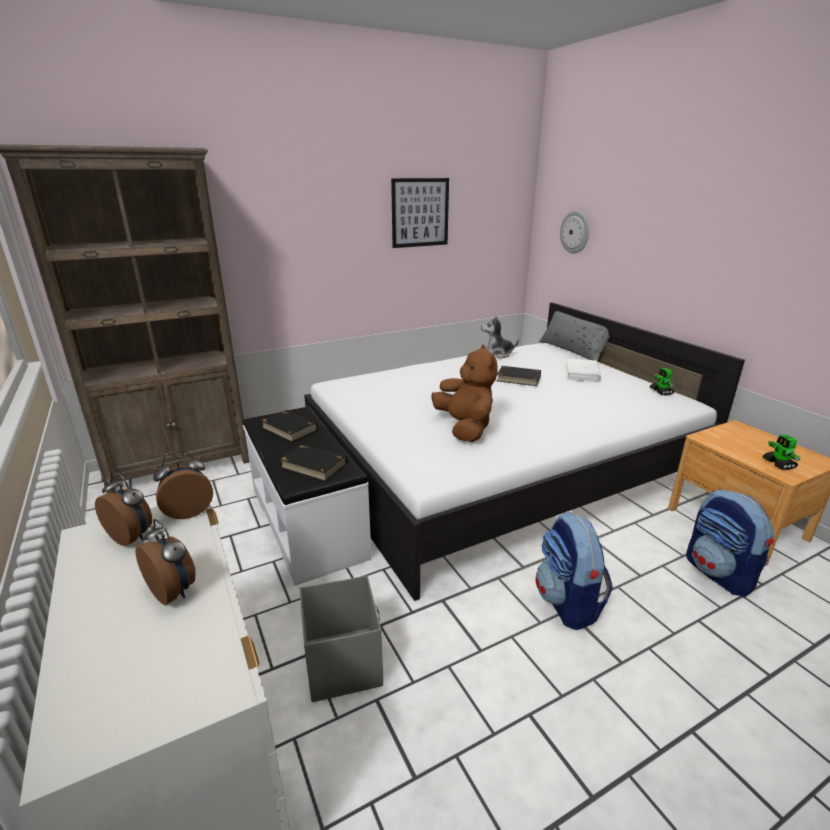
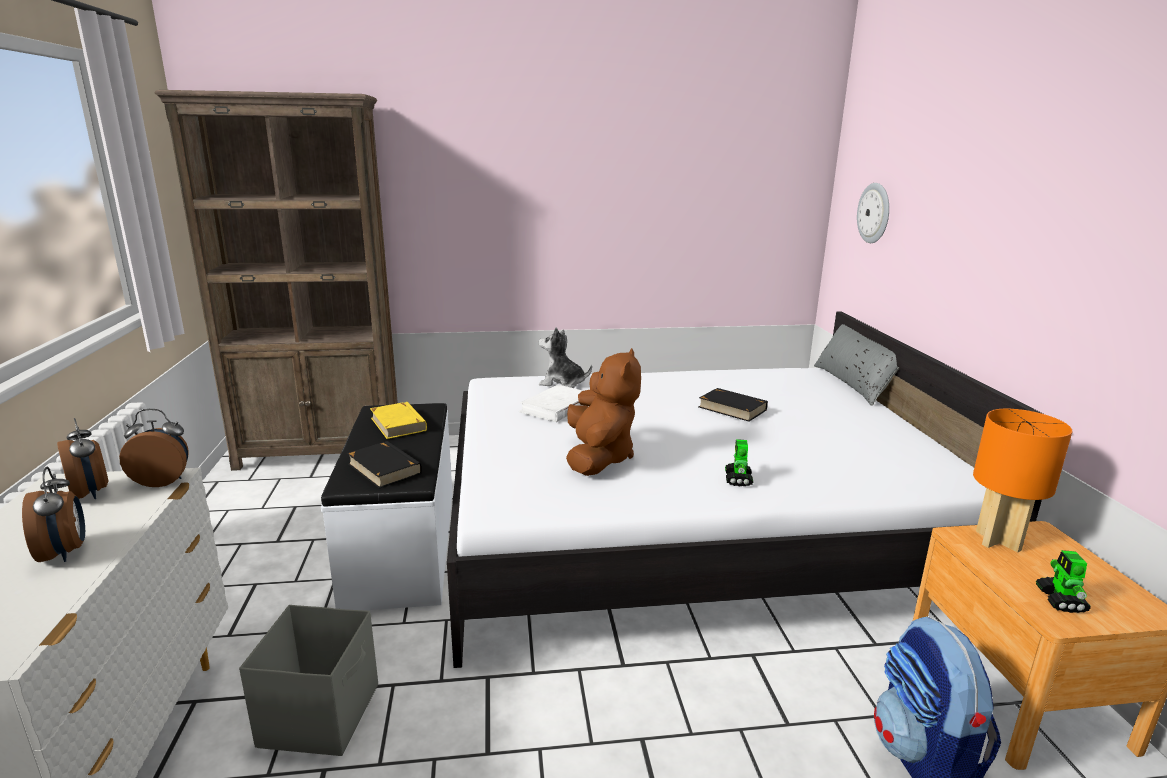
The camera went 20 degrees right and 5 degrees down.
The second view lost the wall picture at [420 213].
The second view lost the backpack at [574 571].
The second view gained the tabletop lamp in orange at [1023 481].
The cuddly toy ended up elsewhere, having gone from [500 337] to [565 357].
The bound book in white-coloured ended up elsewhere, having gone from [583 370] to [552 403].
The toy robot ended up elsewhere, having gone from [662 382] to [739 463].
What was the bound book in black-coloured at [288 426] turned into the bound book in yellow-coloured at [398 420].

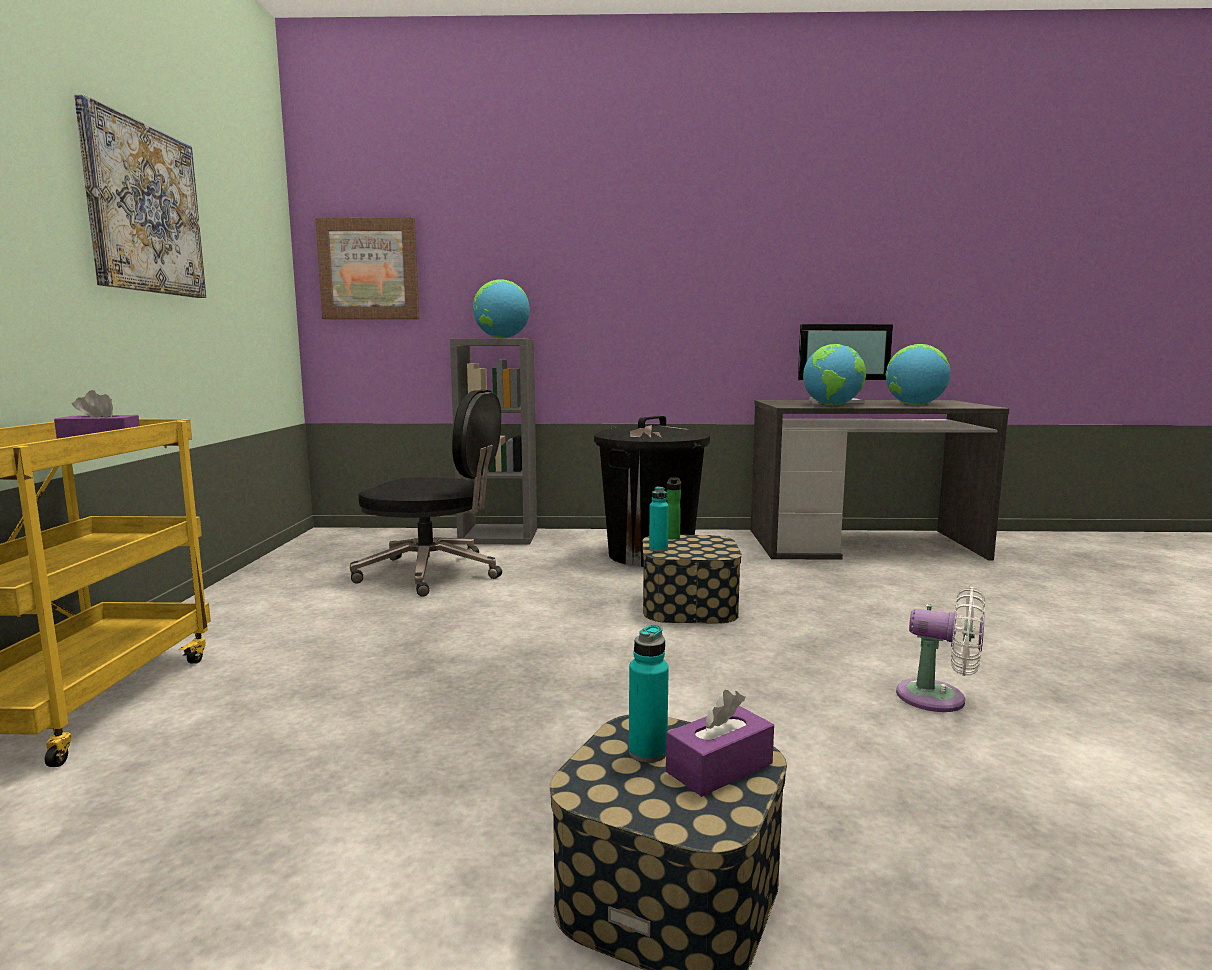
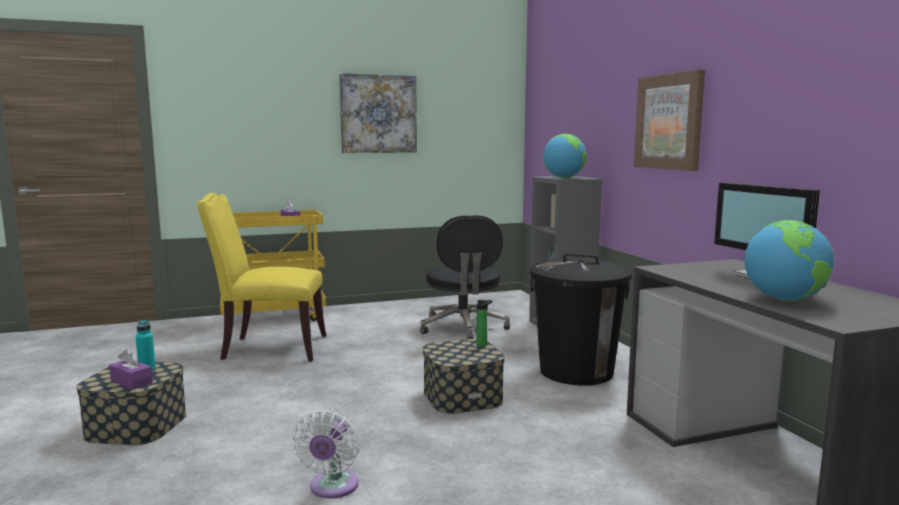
The camera went 70 degrees right and 0 degrees up.
The second view lost the bottle in turquoise at [659 519].
The second view lost the desk globe at [834 375].
The second view gained the plain chair in yellow-coloured at [261 277].
The wall picture ended up elsewhere, having gone from [367 268] to [669 120].

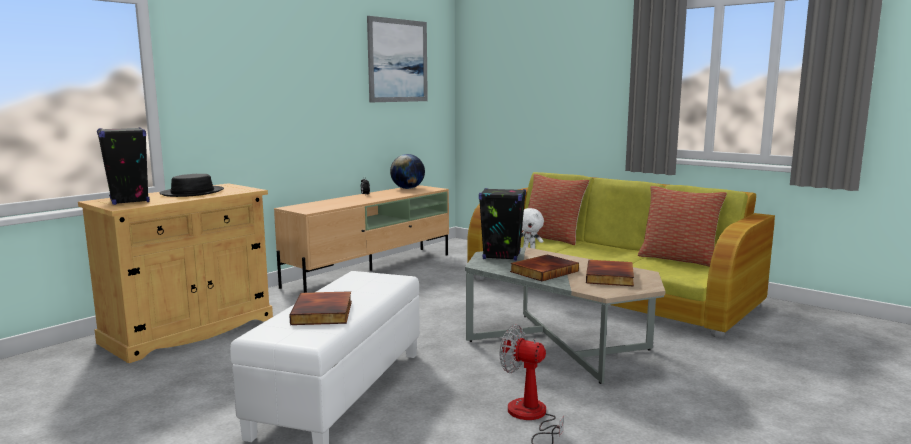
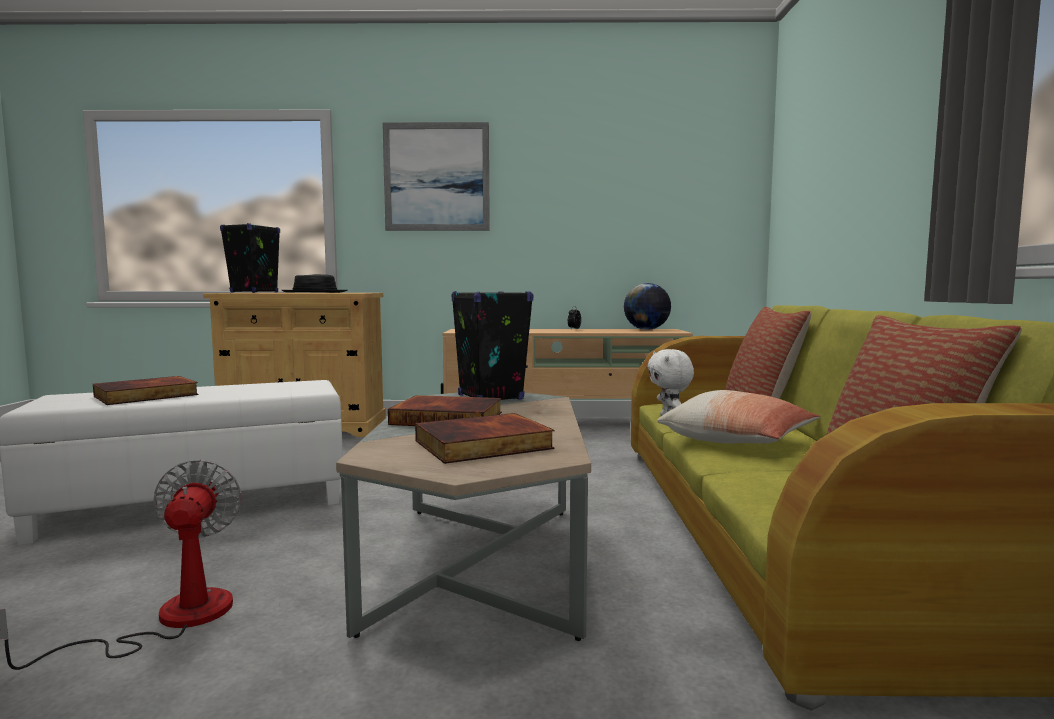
The camera went 50 degrees right and 5 degrees down.
The second view gained the cushion at [738 416].
The wall picture ended up elsewhere, having gone from [397 59] to [436 176].

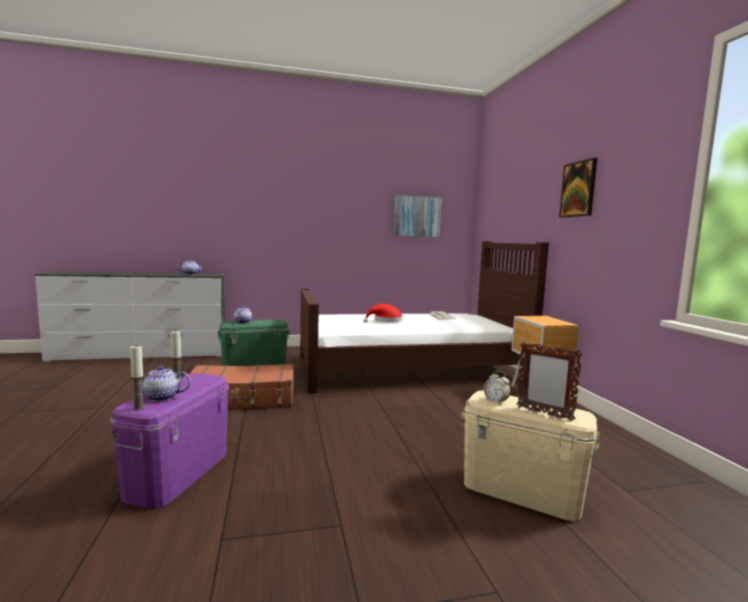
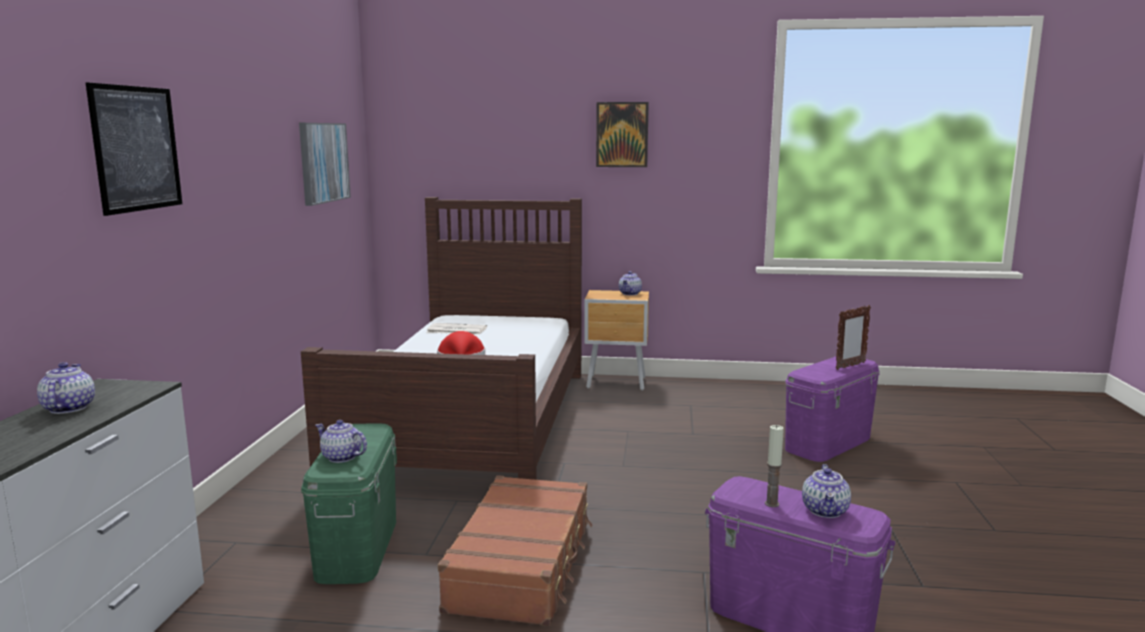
The camera went 70 degrees left and 5 degrees up.
The second view lost the wax light at [137 378].
The second view lost the bedside clock at [497 387].
The second view gained the wall picture at [134 149].
The second view gained the teapot at [630 283].
What was the storage box in sand-coloured at [530 455] turned into the storage box in purple at [832 409].

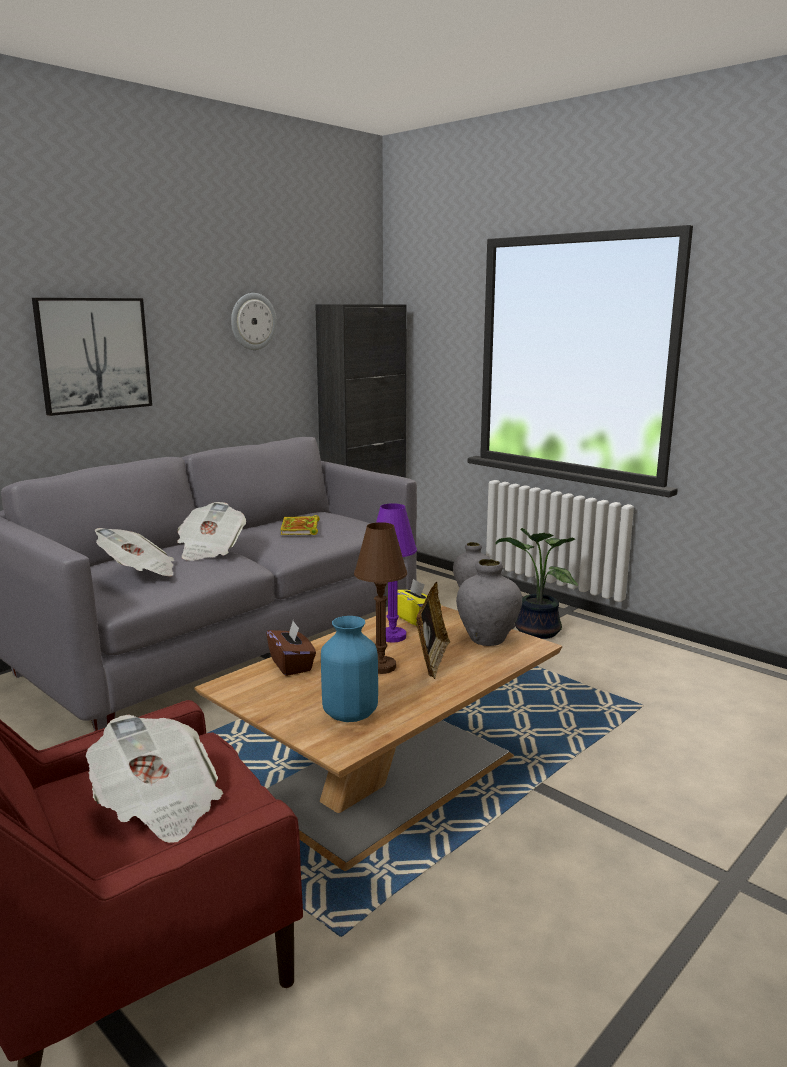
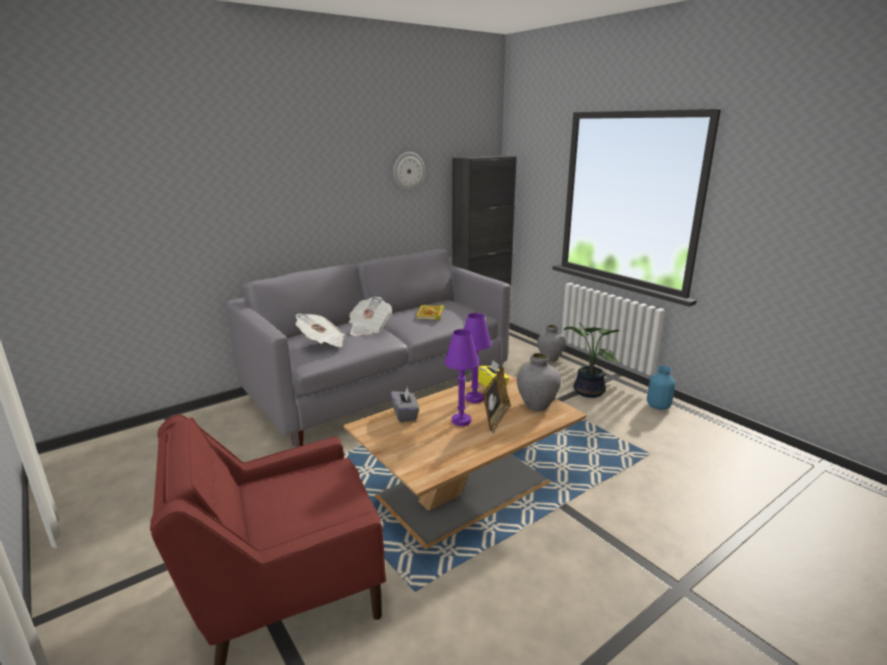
The camera went 10 degrees right and 5 degrees up.
The second view lost the wall picture at [92 357].
The second view lost the printed paper at [154 779].
The flower vase in blue ended up elsewhere, having gone from [349 669] to [661 388].
What was the tissue box in brown-coloured at [291 648] turned into the tissue box in greyish at [405 405].
What was the tabletop lamp in brown-coloured at [380 598] turned into the tabletop lamp in purple at [462 377].

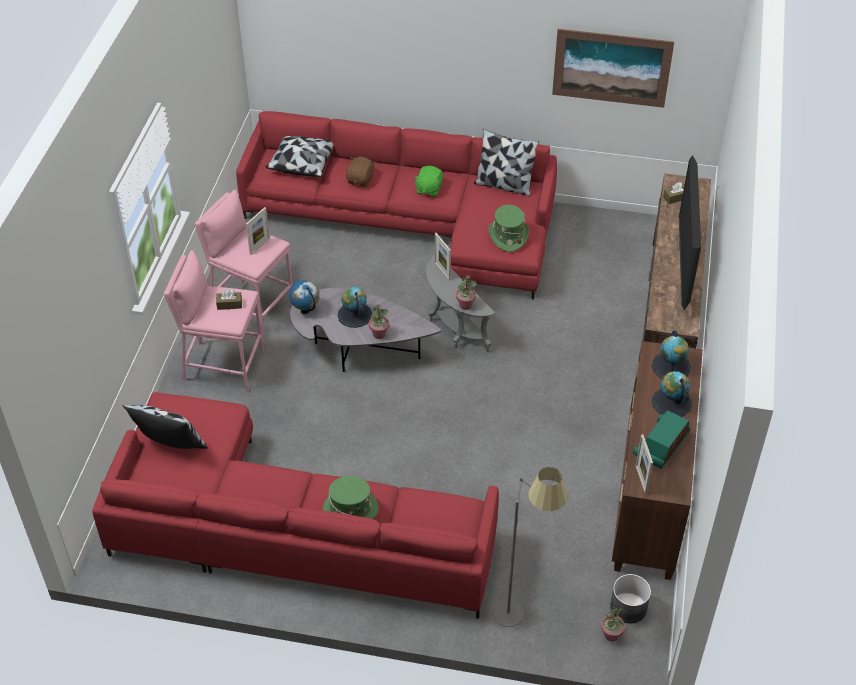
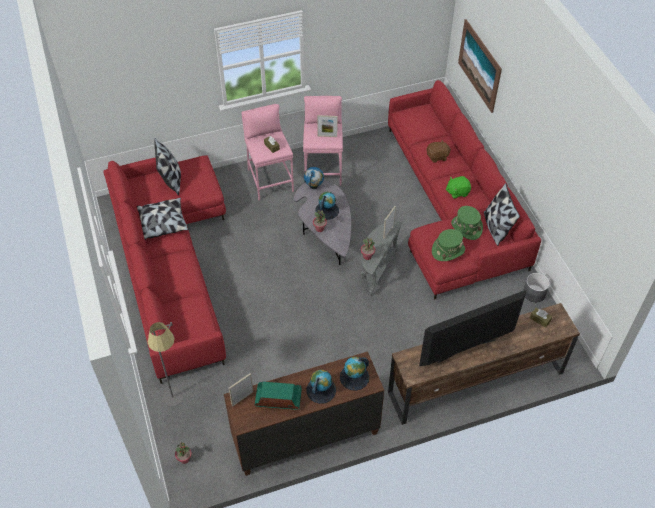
The camera went 60 degrees right and 5 degrees up.
The cushion ended up elsewhere, having gone from [299 156] to [162 219].
The wearable hat in greenish ended up elsewhere, having gone from [351 497] to [467 223].
The wall picture ended up elsewhere, having gone from [613 68] to [480 66].
The plant pot in greyish ended up elsewhere, having gone from [630 599] to [536 288].

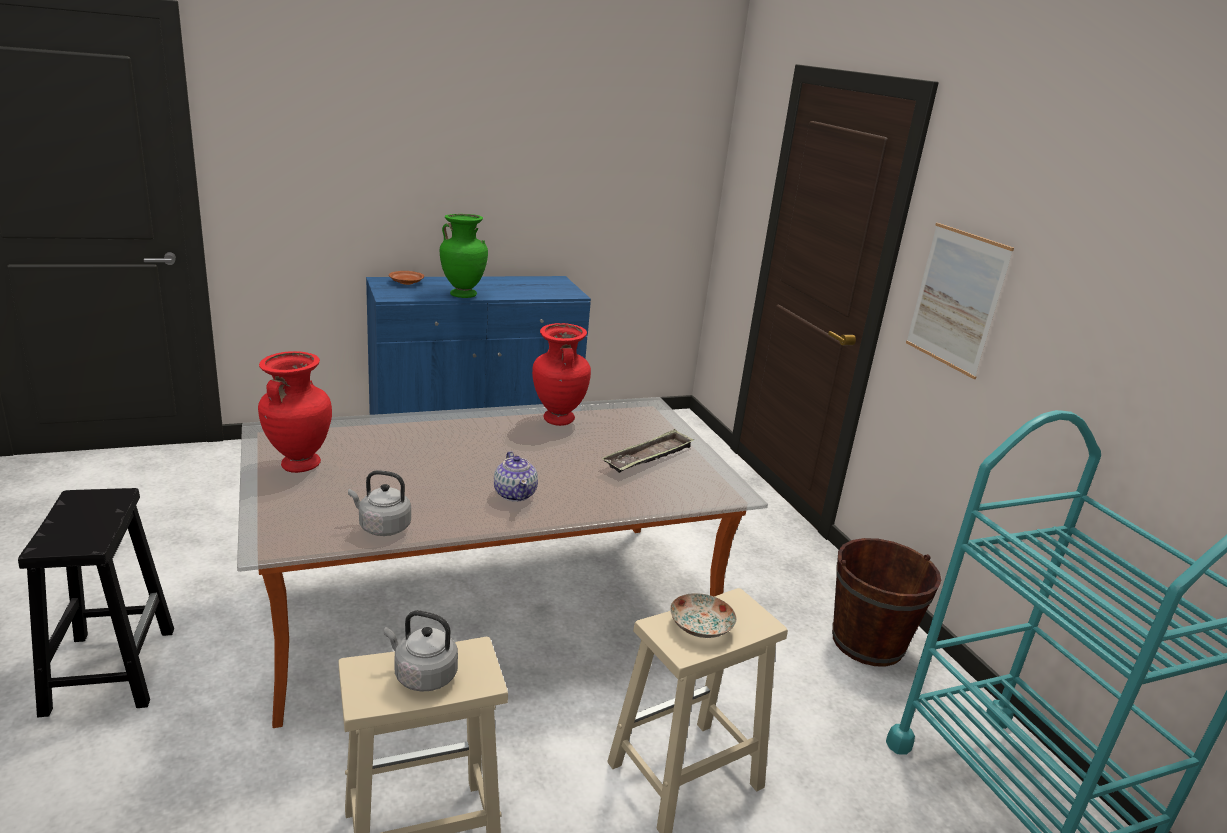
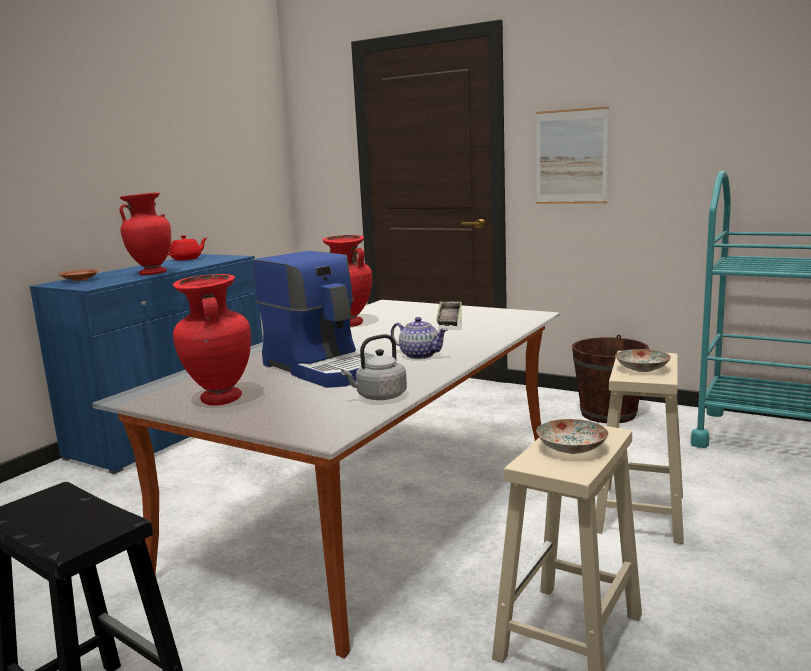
The camera went 35 degrees left and 10 degrees down.
The second view gained the teapot in reddish at [187 247].
The second view gained the coffee machine at [314 319].
Where the water kettle in greyish stood at [421 651], the plate came to stand at [572 436].
What was the flower vase in greenish at [464 256] turned into the flower vase in reddish at [145 233].

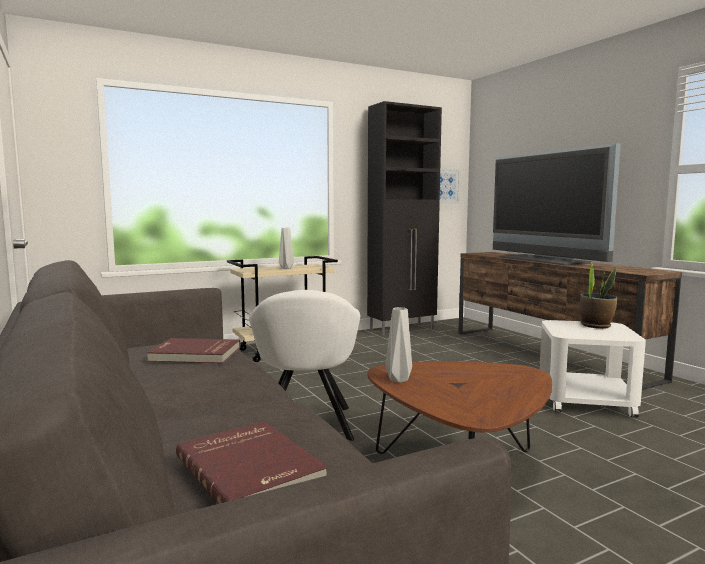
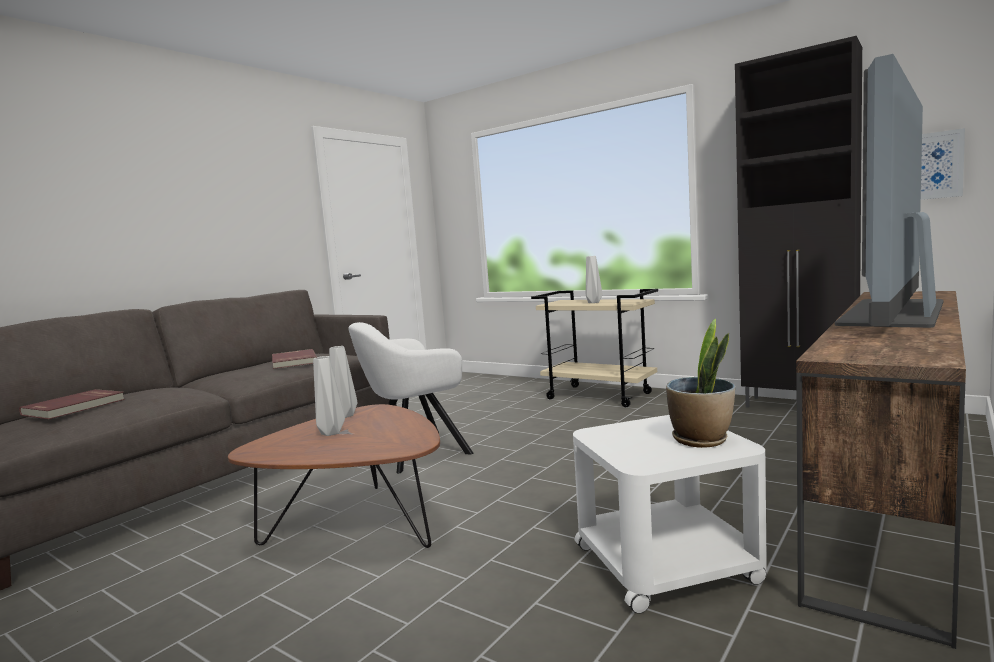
The camera went 65 degrees right and 0 degrees up.
The second view gained the flower vase in greyish at [329 396].

